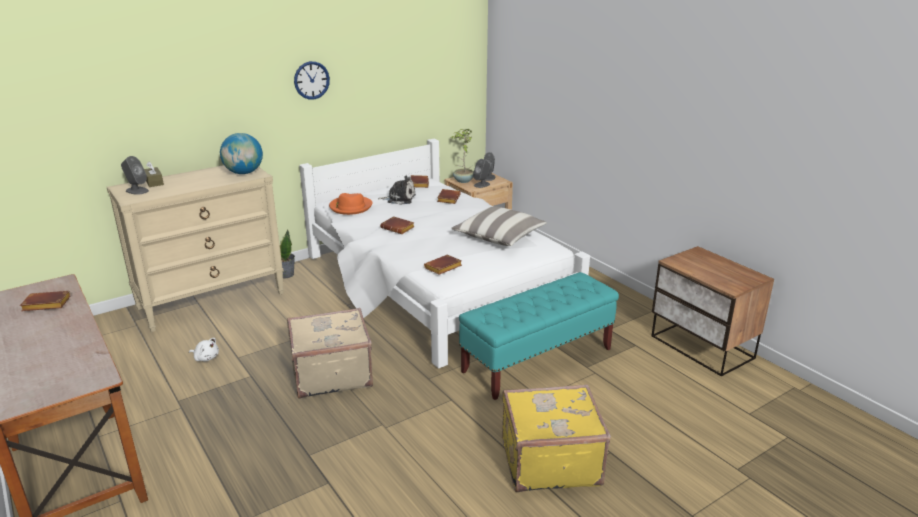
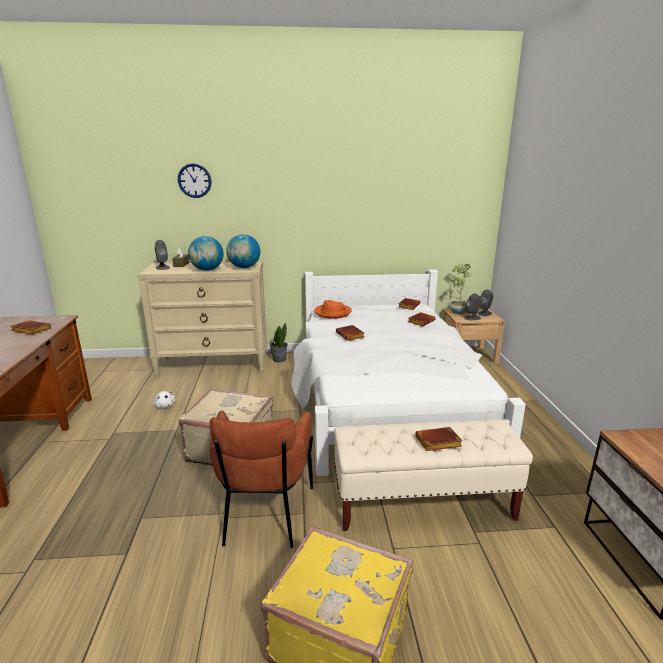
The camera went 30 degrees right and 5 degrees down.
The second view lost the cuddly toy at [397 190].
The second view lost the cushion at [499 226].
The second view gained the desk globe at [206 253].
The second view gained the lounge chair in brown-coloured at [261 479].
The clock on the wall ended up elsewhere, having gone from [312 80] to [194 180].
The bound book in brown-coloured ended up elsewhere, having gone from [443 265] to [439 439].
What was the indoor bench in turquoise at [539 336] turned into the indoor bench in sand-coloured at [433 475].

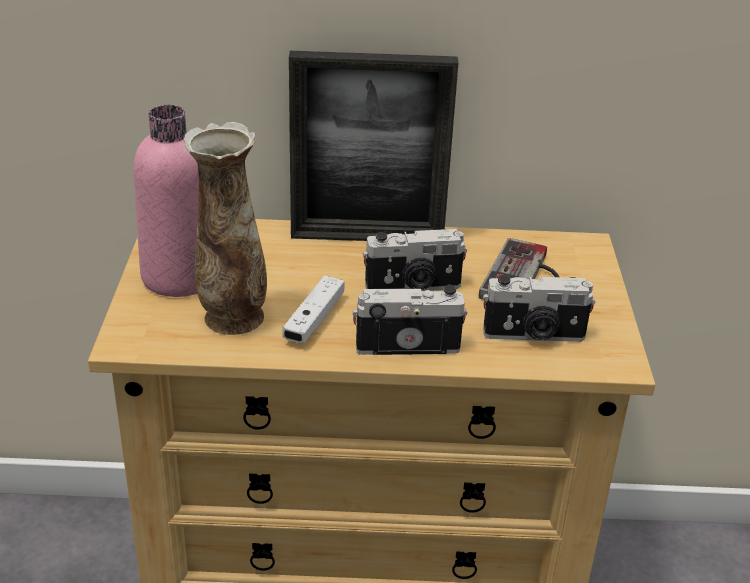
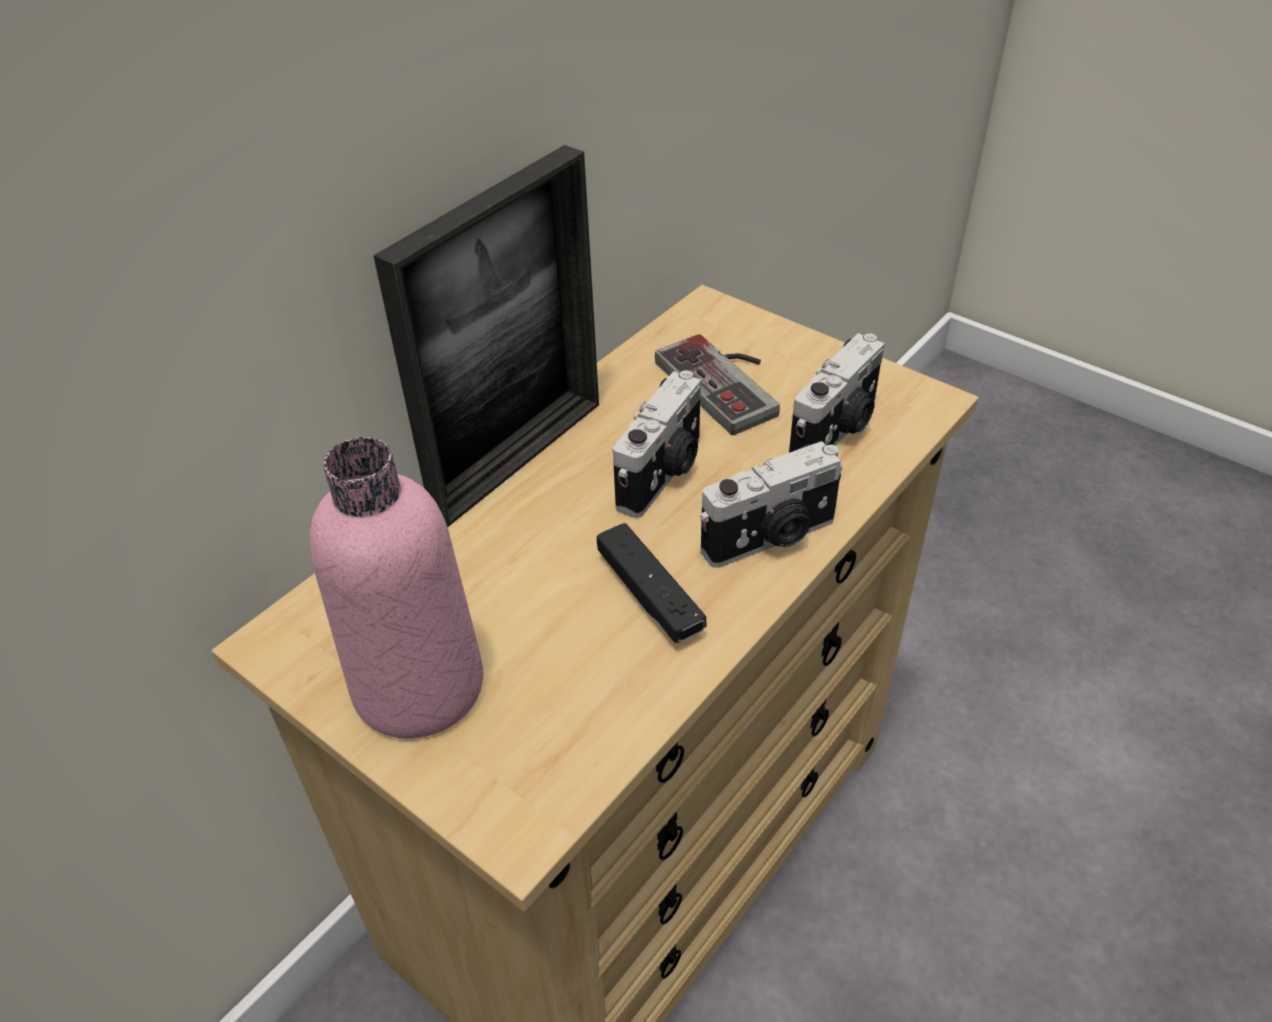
The camera went 50 degrees left and 10 degrees up.
The second view lost the flower vase at [225 228].
What was the joypad in white-coloured at [313 309] turned into the joypad in black-coloured at [652 583].
The photo camera at [410 320] ended up facing another way, 150 degrees counterclockwise from before.

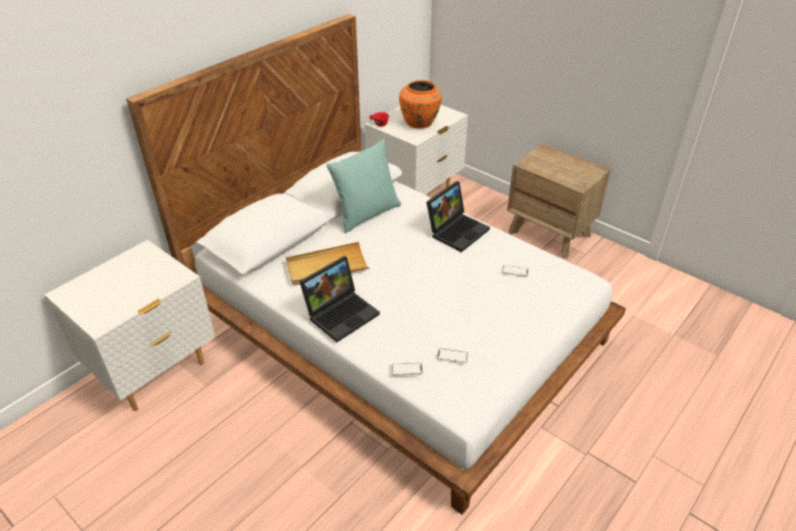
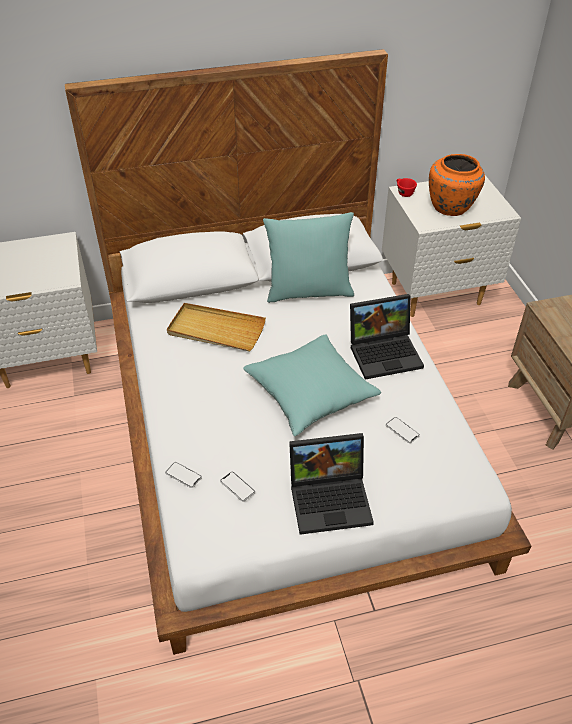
The camera went 35 degrees right and 5 degrees up.
The second view gained the cushion in turquoise at [312 385].
The notebook computer ended up elsewhere, having gone from [339 299] to [331 484].

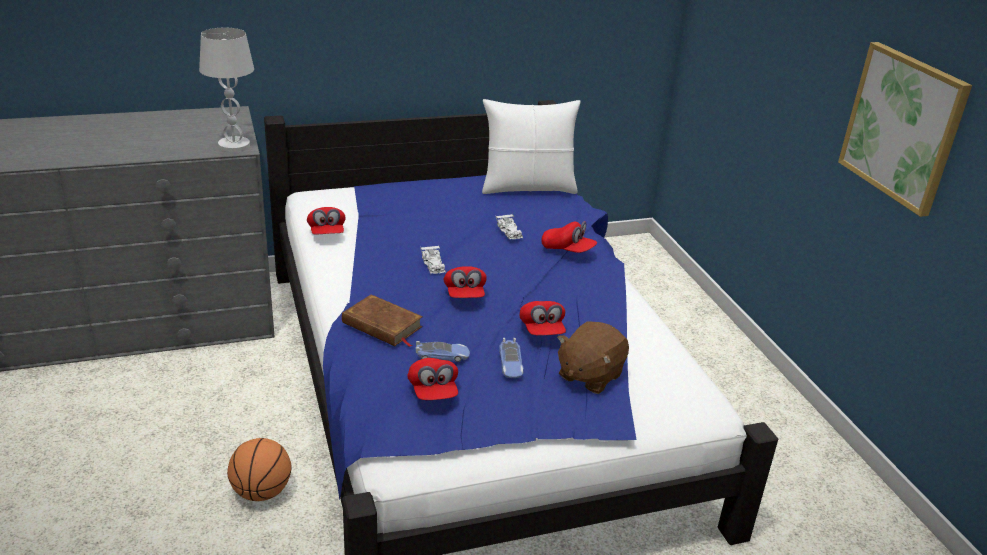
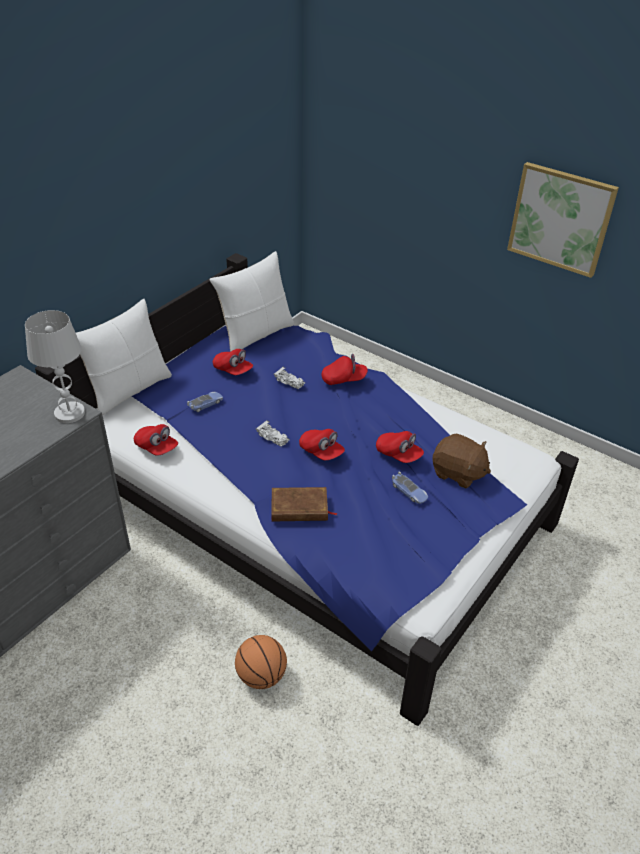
The camera went 35 degrees left and 10 degrees up.
The second view gained the cushion in white-coloured at [124 357].
The baseball cap in reddish ended up elsewhere, having gone from [432 379] to [233 362].
The miniature car ended up elsewhere, having gone from [443 351] to [205 402].
The cuddly toy in brown-coloured at [593 357] ended up facing another way, 60 degrees counterclockwise from before.

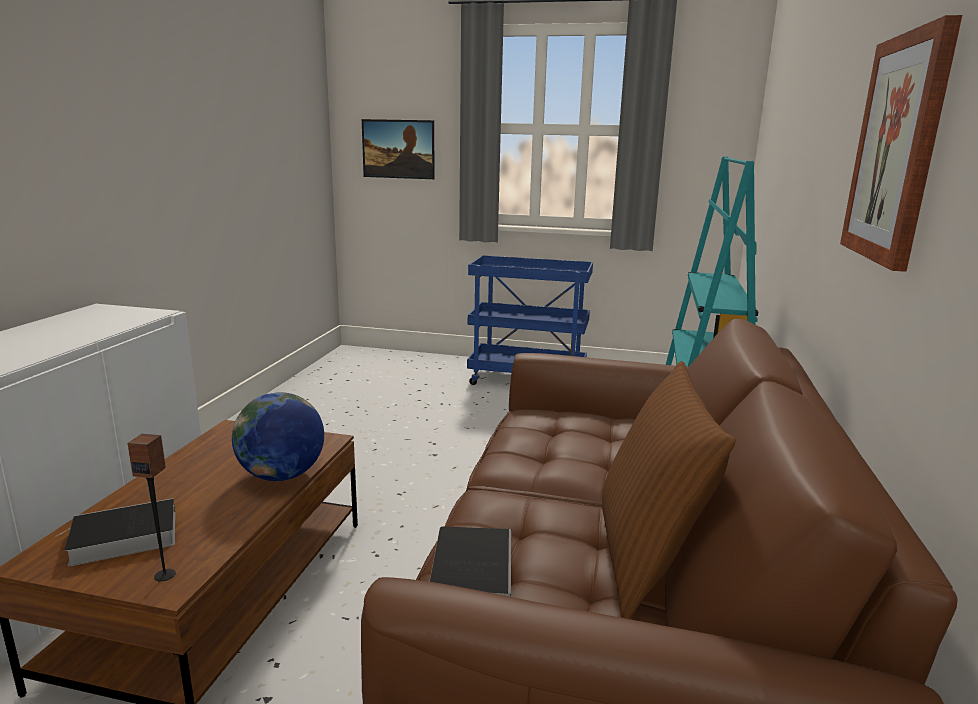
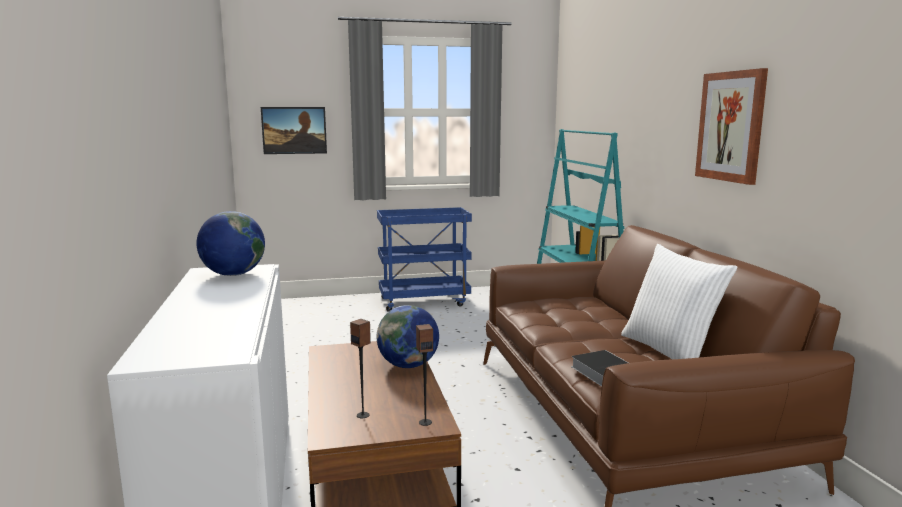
The camera went 25 degrees left and 5 degrees down.
The second view gained the desk globe at [231 243].
Where the bound book stood at [115 532], the audio speaker came to stand at [360 368].
What was the cushion in brown-coloured at [669 490] turned into the cushion in white-coloured at [679 301].

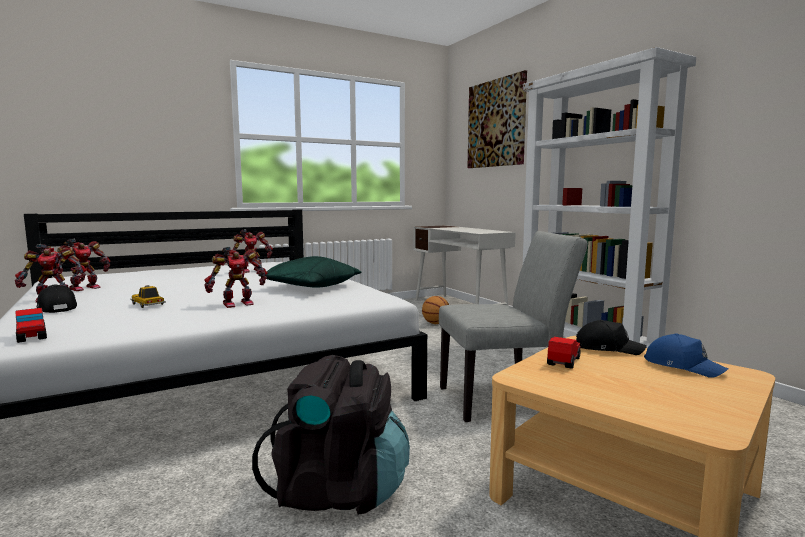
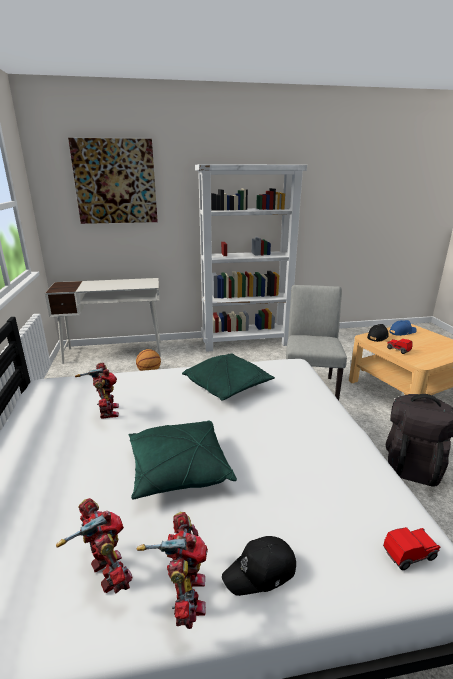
The camera went 70 degrees left and 15 degrees up.
The second view lost the miniature car at [148 296].
The second view lost the toy robot at [235 277].
The second view gained the cushion in greenish at [183 459].

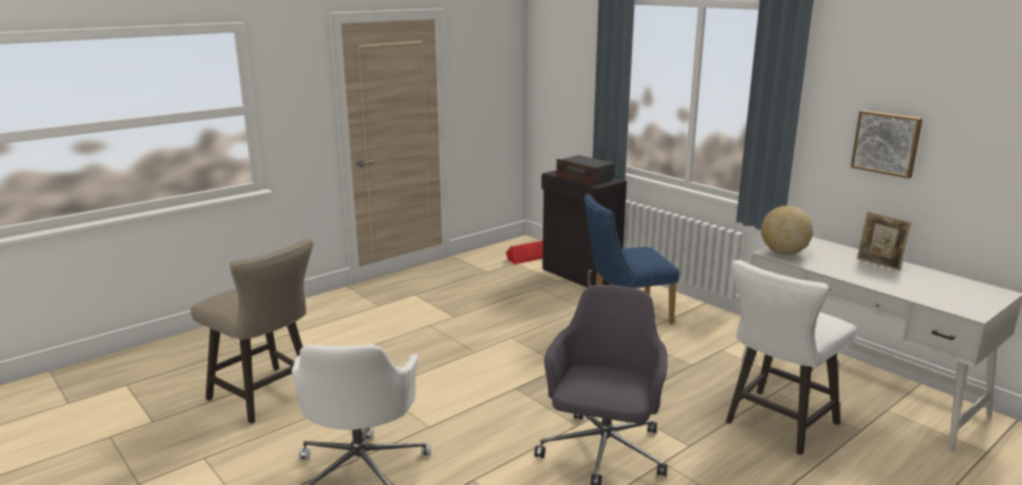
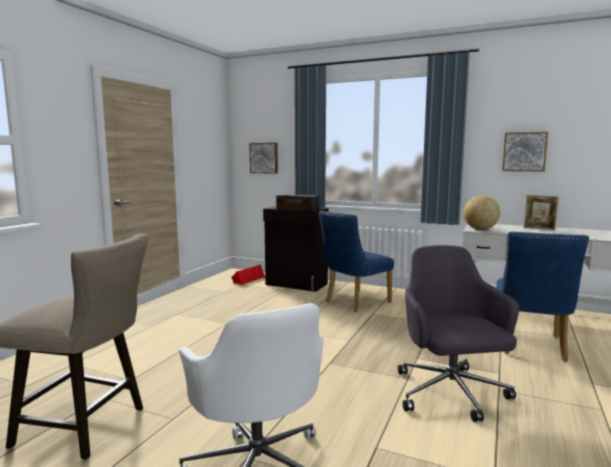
The camera went 25 degrees left and 10 degrees down.
The second view gained the wall picture at [263 158].
Where the stool in white-coloured stood at [791 357], the plain chair in blue came to stand at [542 297].

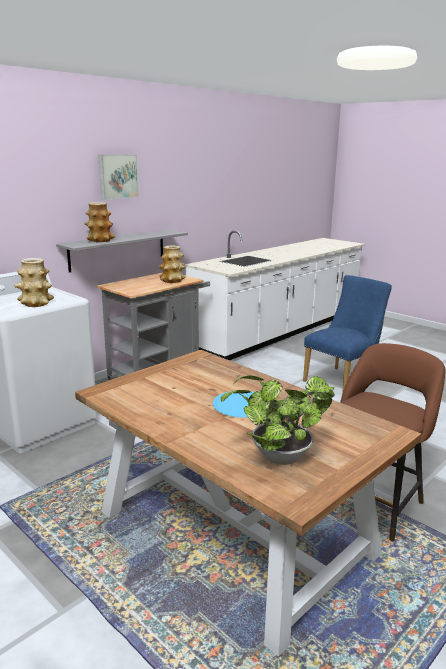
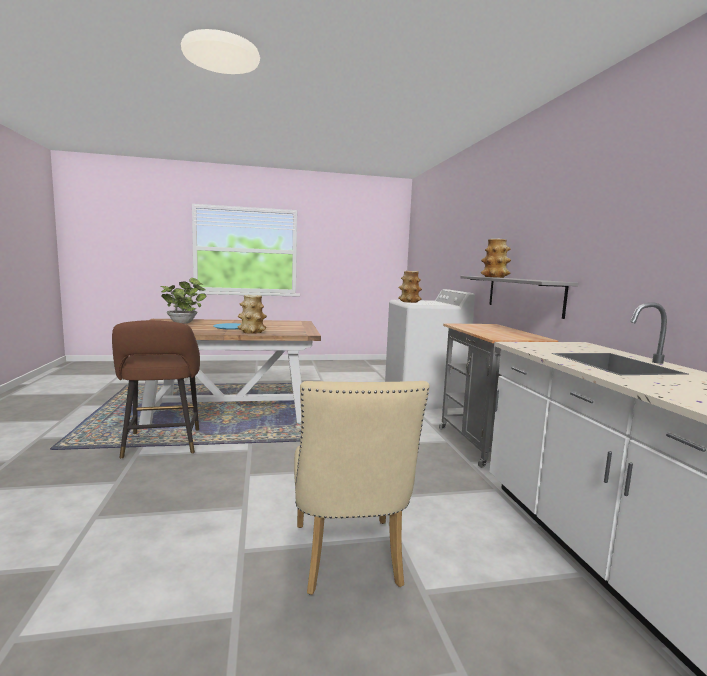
The camera went 125 degrees right and 10 degrees down.
The second view lost the wall picture at [118 177].
The flower vase ended up elsewhere, having gone from [172 264] to [252 314].
What was the plain chair in blue at [347 334] turned into the plain chair in sand-coloured at [362 488].

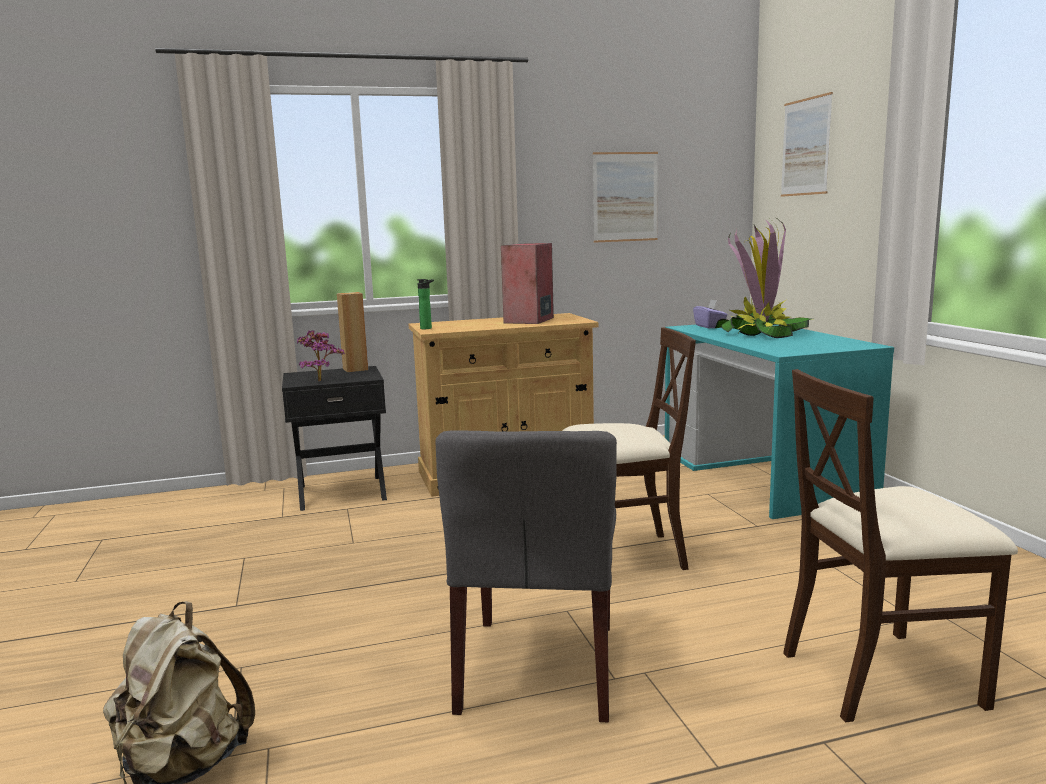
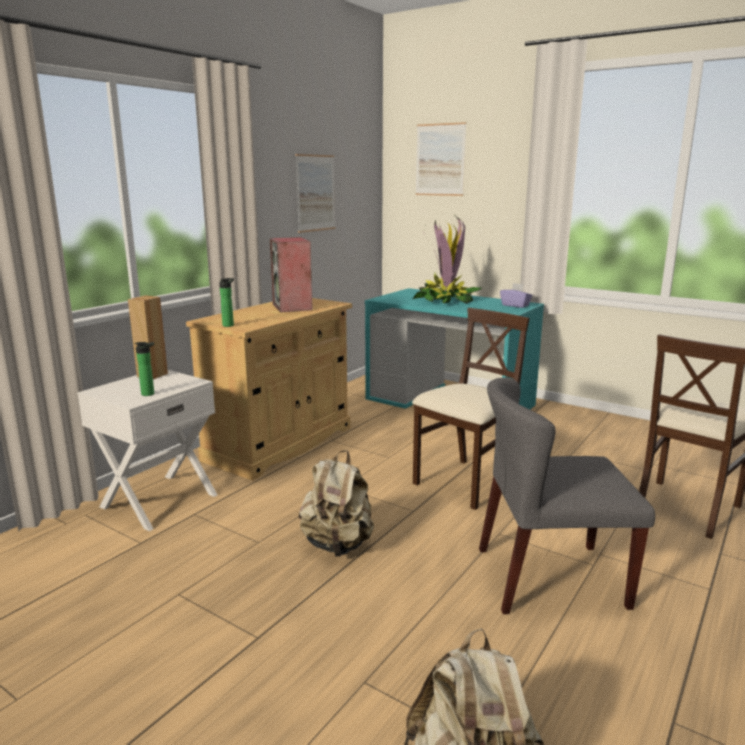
The camera went 40 degrees left and 5 degrees up.
The second view gained the backpack in sand-coloured at [336 503].
The tissue box in purple ended up elsewhere, having gone from [710 314] to [516 295].
Where the potted plant stood at [321 356], the bottle came to stand at [144 369].
What was the bedside table in black-coloured at [334 438] turned into the bedside table in white-coloured at [147 450].
The plain chair in greyish at [526 576] ended up facing another way, 120 degrees clockwise from before.

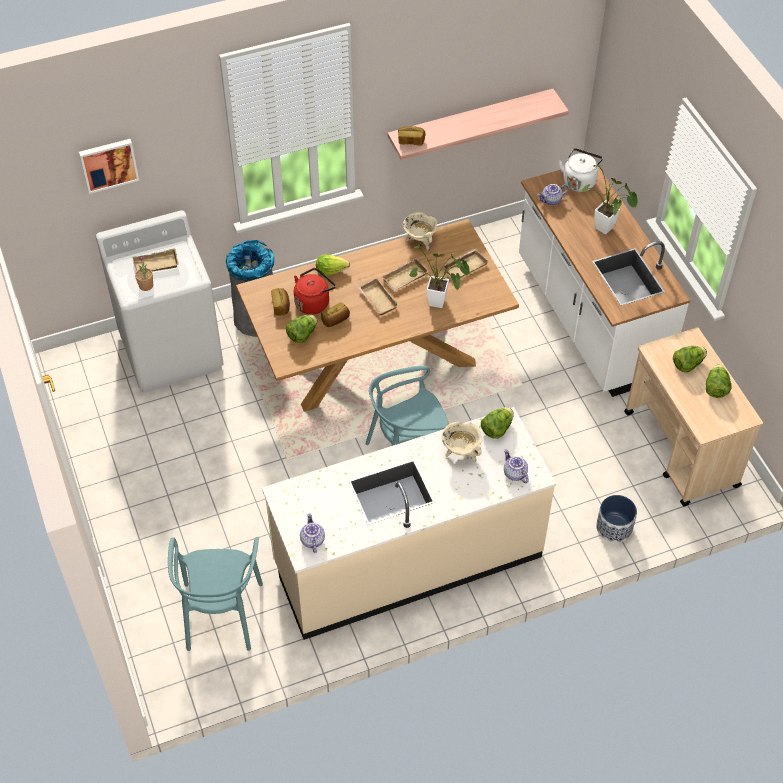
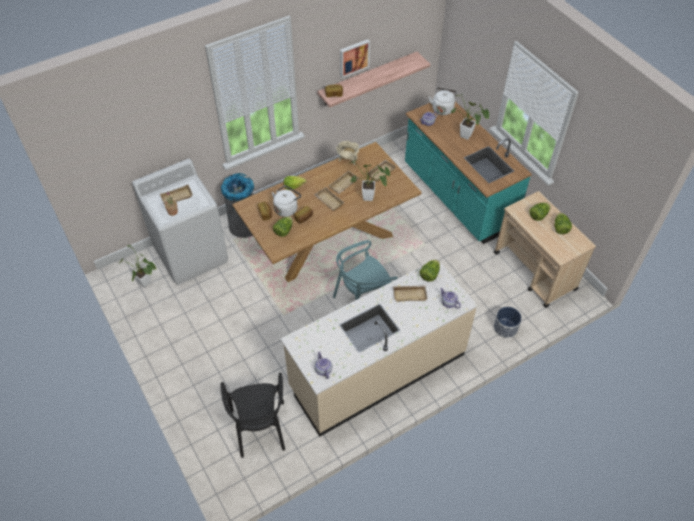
The camera went 10 degrees left and 0 degrees up.
The second view gained the potted plant at [137 266].
The wall picture ended up elsewhere, having gone from [109 166] to [355 58].
Where the cooking pot in sand-coloured stood at [462 442], the serving tray in sand-coloured came to stand at [410 293].
What was the plain chair in turquoise at [215 594] turned into the plain chair in black-coloured at [252 415].
What was the water kettle in reddish at [315 291] turned into the water kettle in white-coloured at [286 201].
What was the counter in white-coloured at [605 282] turned into the counter in turquoise at [468 172].

